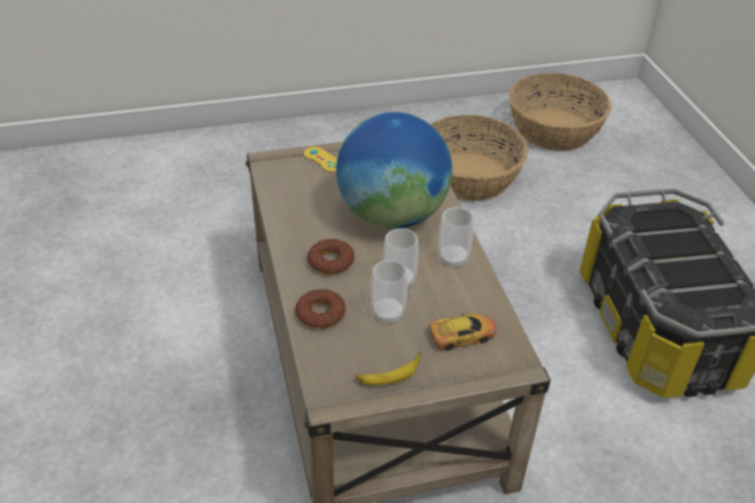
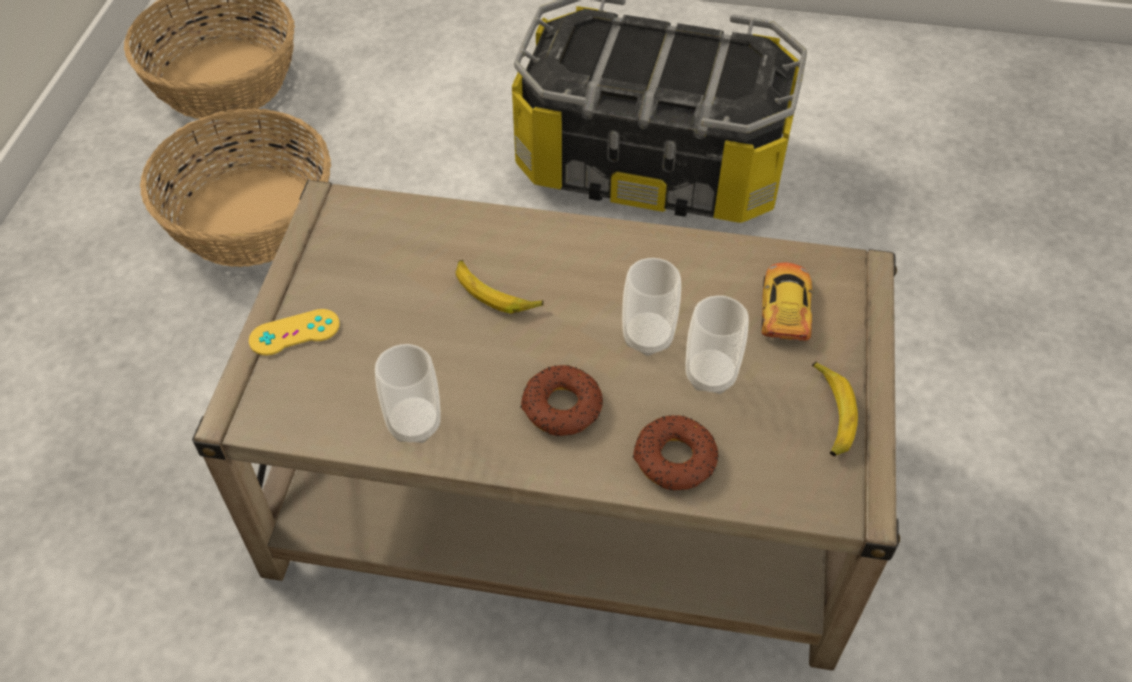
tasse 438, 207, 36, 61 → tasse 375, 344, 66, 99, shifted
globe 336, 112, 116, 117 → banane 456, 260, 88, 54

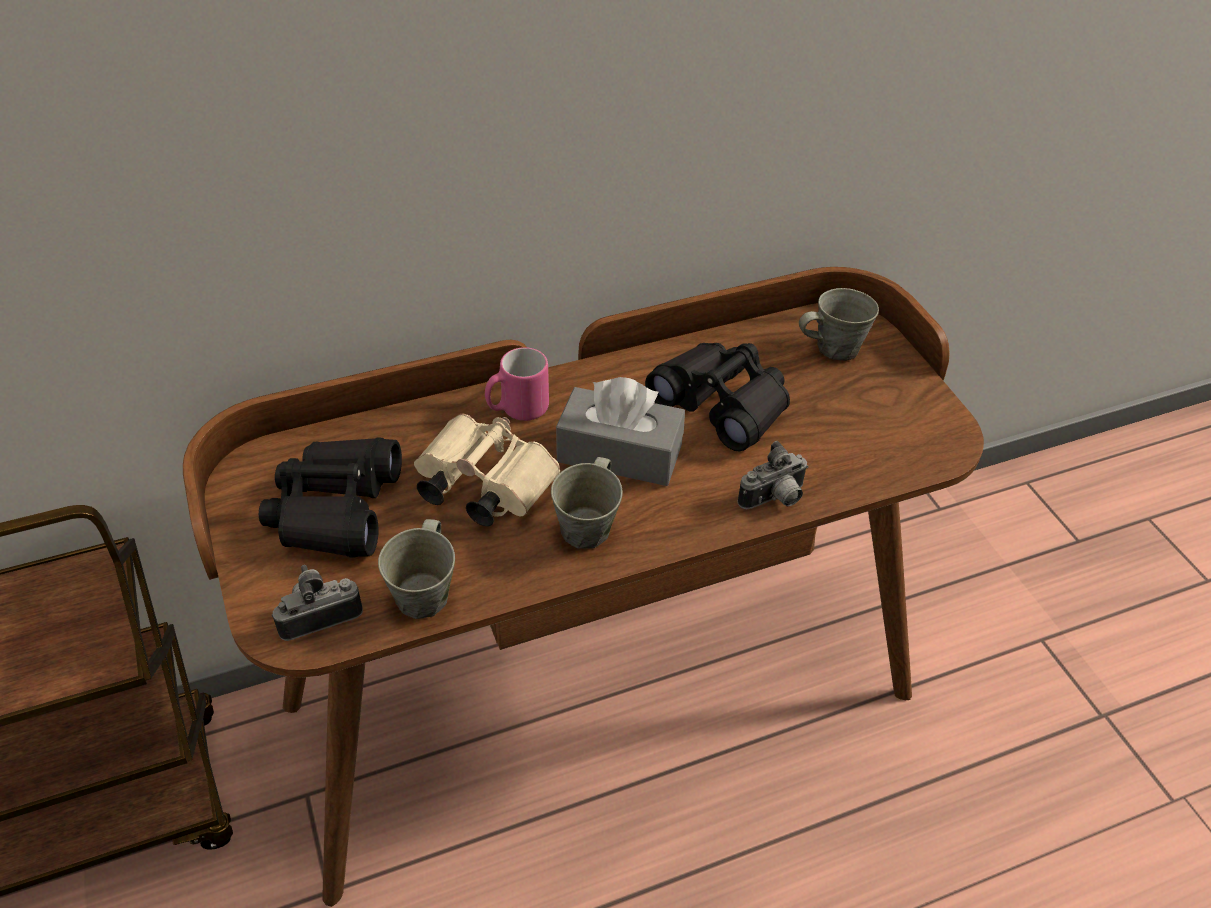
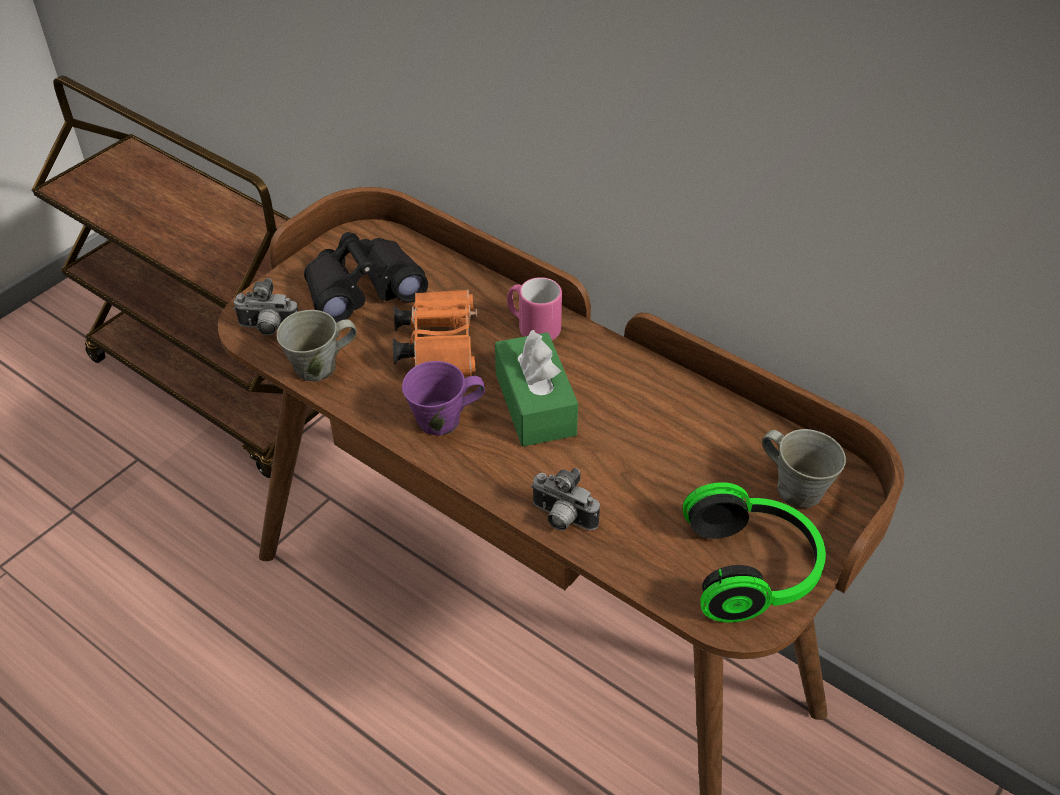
jumelles [noir] 645, 343, 145, 109 → -
- → casque audio 683, 482, 143, 140
jumelles [beige] 414, 413, 146, 113 → jumelles [orange] 393, 289, 84, 87
mug [gris] 551, 457, 72, 91 → mug [violet] 402, 361, 83, 75
boîte à mouchoirs [gris] 556, 377, 129, 109 → boîte à mouchoirs [vert] 495, 329, 83, 118
appareil photo 272, 565, 91, 76 → appareil photo 233, 278, 66, 57, 150 degrees clockwise

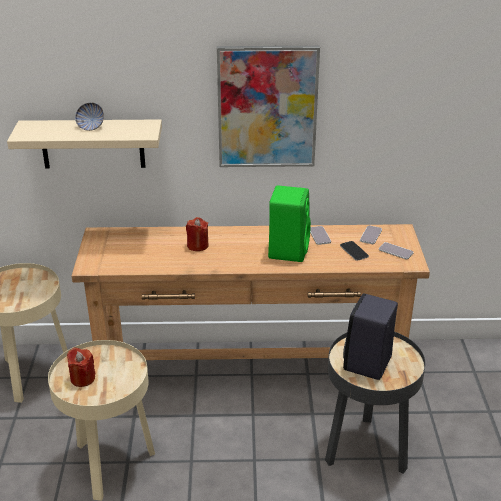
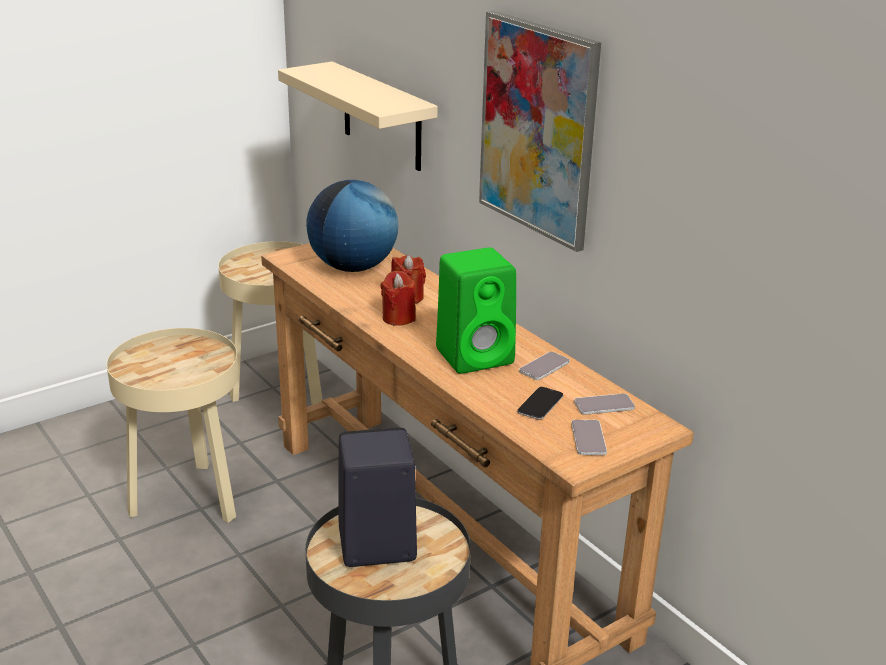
bol 75, 102, 29, 29 → -
- → globe 306, 180, 92, 92
bougie [rouge] 67, 348, 28, 39 → bougie [rouge] 381, 271, 35, 55, shifted

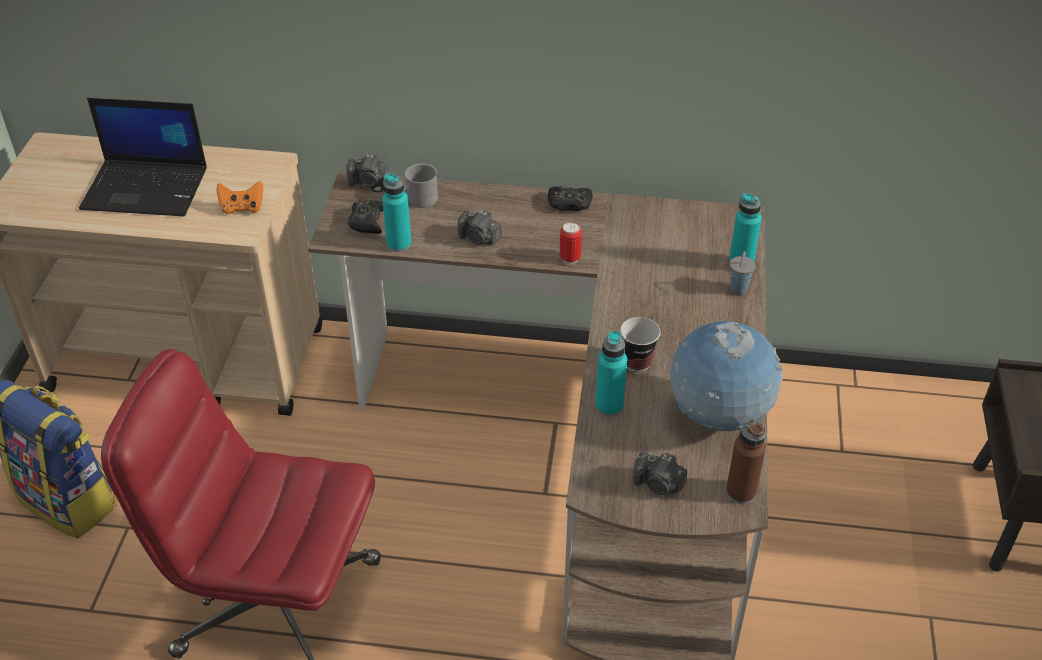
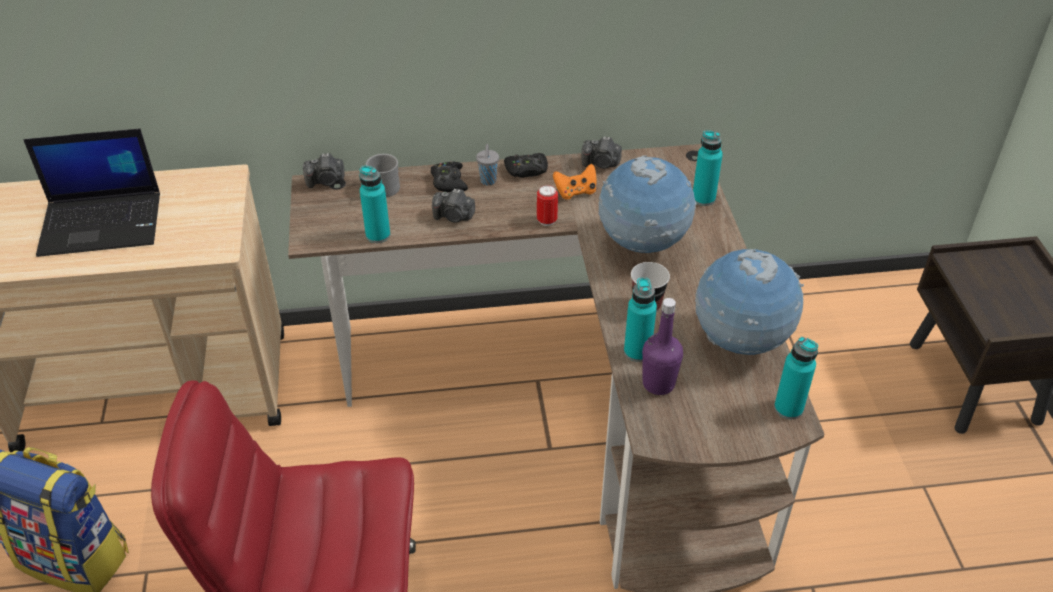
- → globe 599, 156, 97, 97
- → bouteille [violet] 642, 298, 41, 97
manette [orange] 216, 181, 47, 33 → manette [orange] 553, 163, 44, 37, shifted
manette [noir] 348, 201, 36, 33 → manette [noir] 431, 162, 37, 30, shifted
appareil photo 633, 452, 54, 43 → appareil photo 582, 136, 40, 33, shifted
tasse [gris] 729, 251, 26, 44 → tasse [gris] 476, 144, 23, 41, shifted
bouteille [marron] 726, 420, 40, 84 → bouteille [turquoise] 774, 337, 44, 82

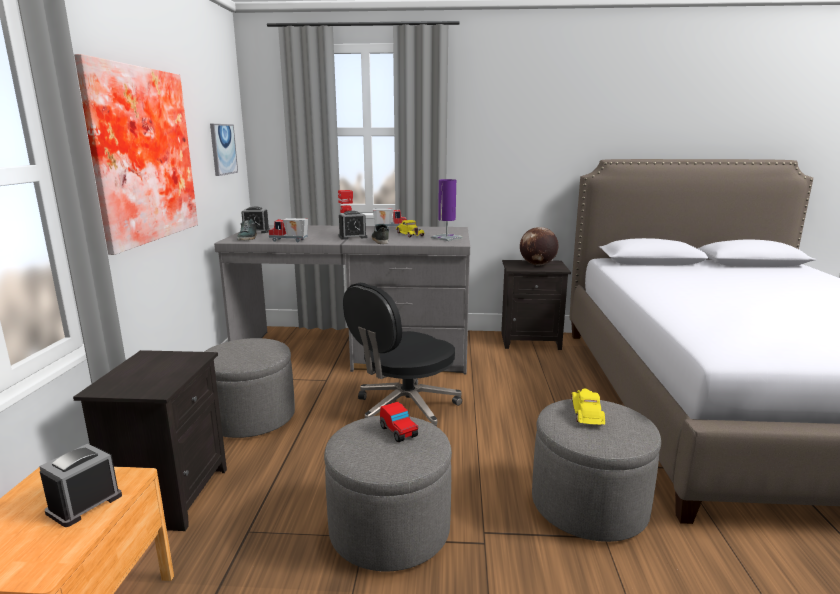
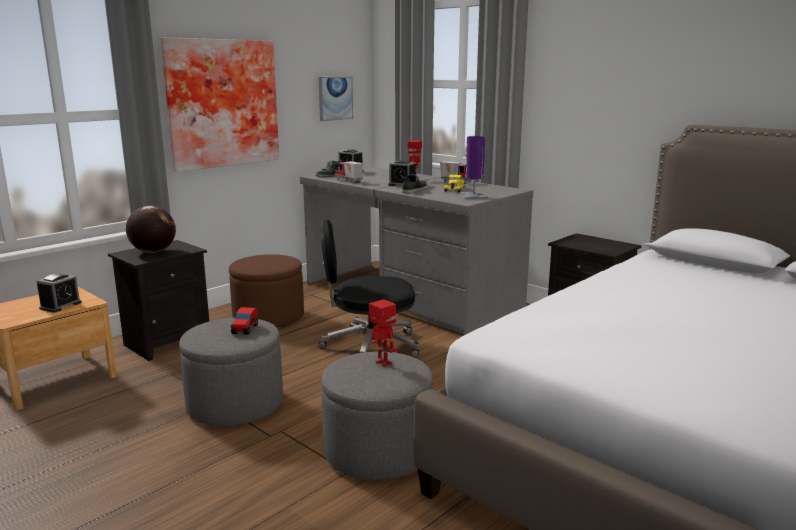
globe 520, 227, 38, 39 → globe 126, 206, 50, 47, shifted
petite voiture [jaune] 572, 388, 33, 37 → robot jouet 369, 299, 28, 68
pouf [gris] 204, 338, 91, 100 → pouf [marron] 229, 254, 75, 73
réveil 39, 444, 83, 83 → réveil 37, 273, 45, 40, 135 degrees clockwise

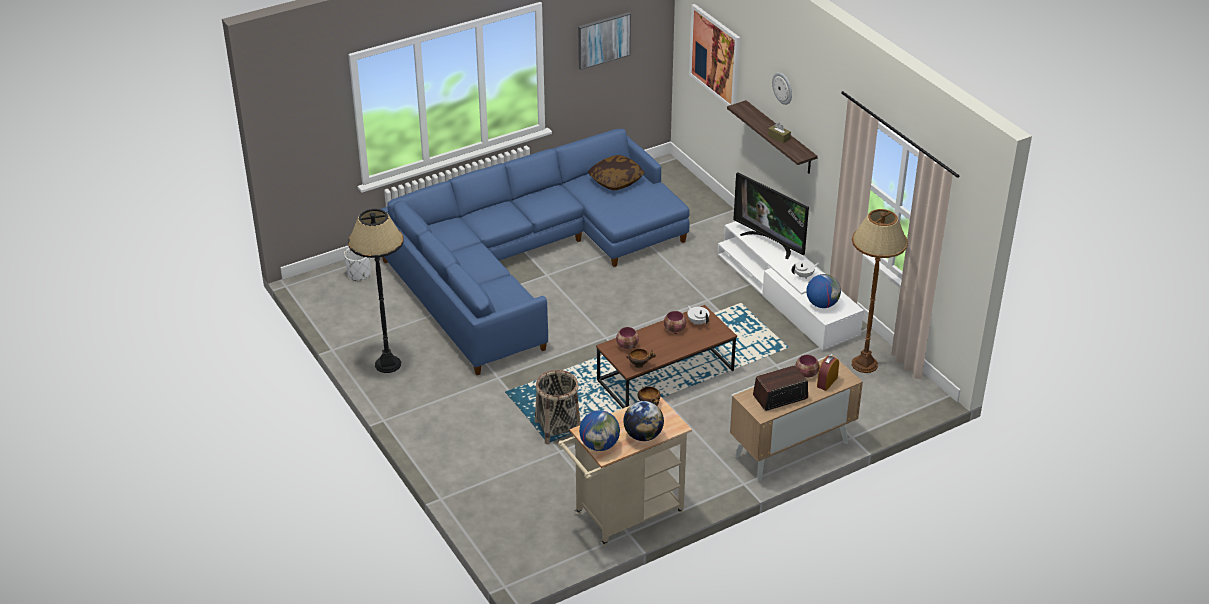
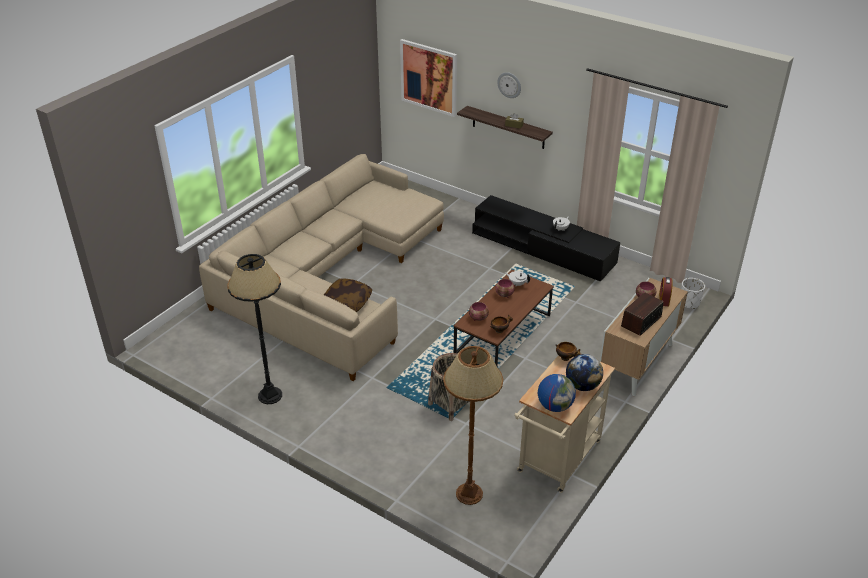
tableau 578, 12, 53, 58 → -
téléviseur 733, 173, 76, 86 → -
globe 806, 274, 35, 34 → -
cache-pot [blanc] 344, 248, 27, 33 → cache-pot [blanc] 681, 278, 24, 31, shifted
coussin 588, 155, 57, 35 → coussin 324, 278, 48, 34, shifted
lampadaire [marron] 852, 209, 56, 164 → lampadaire [marron] 443, 346, 60, 159, shifted
canapé [bleu] 381, 129, 309, 246 → canapé [beige] 199, 154, 245, 227
meuble télé [blanc] 717, 221, 147, 129 → meuble télé [noir] 472, 195, 148, 87

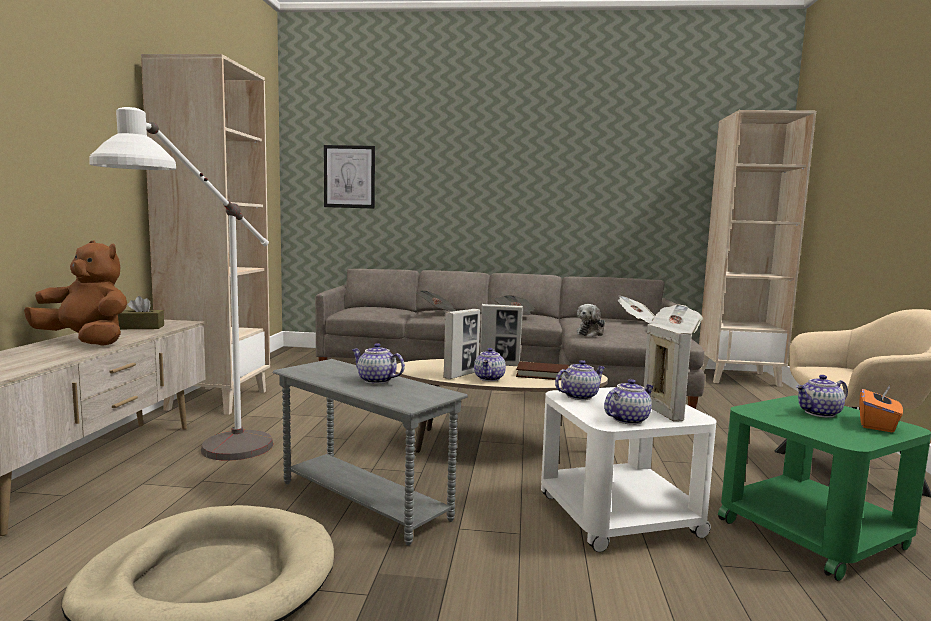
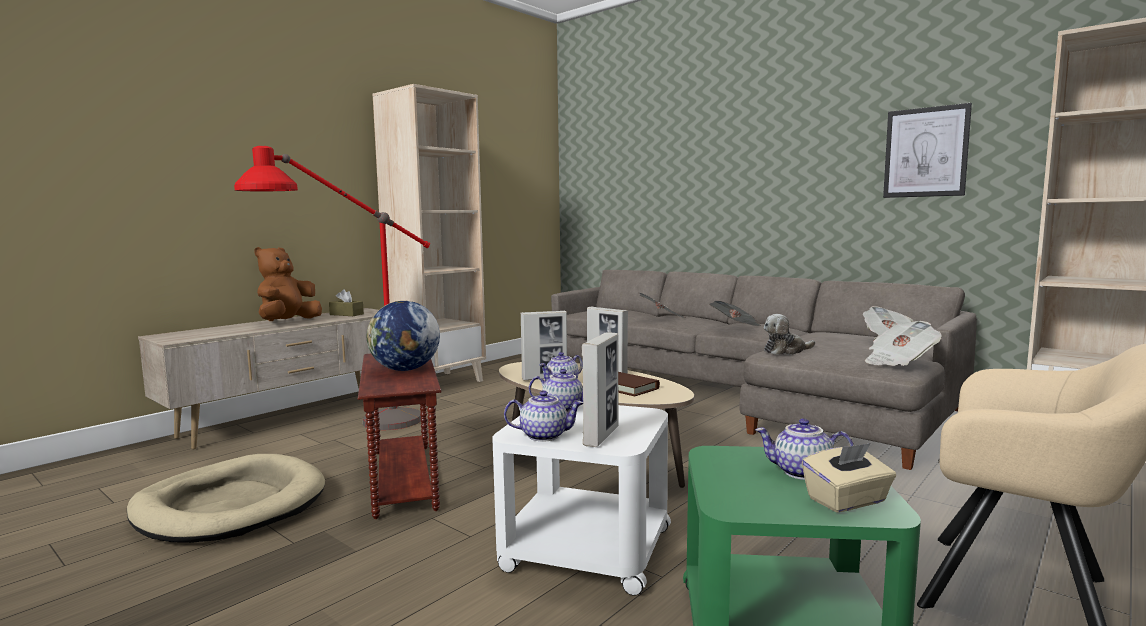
tableau 324, 145, 51, 64 → tableau 883, 103, 89, 95, shifted
théière 351, 343, 54, 41 → globe 367, 301, 73, 70
lampadaire [blanc] 89, 107, 184, 354 → lampadaire [rouge] 234, 146, 196, 284
table d'appoint [gris] 273, 359, 195, 187 → table d'appoint [marron] 358, 354, 84, 165
boîte à mouchoirs [orange] 859, 385, 44, 47 → boîte à mouchoirs [beige] 802, 443, 94, 70
peluche [marron] 24, 240, 103, 106 → peluche [marron] 254, 247, 68, 74, 120 degrees counterclockwise

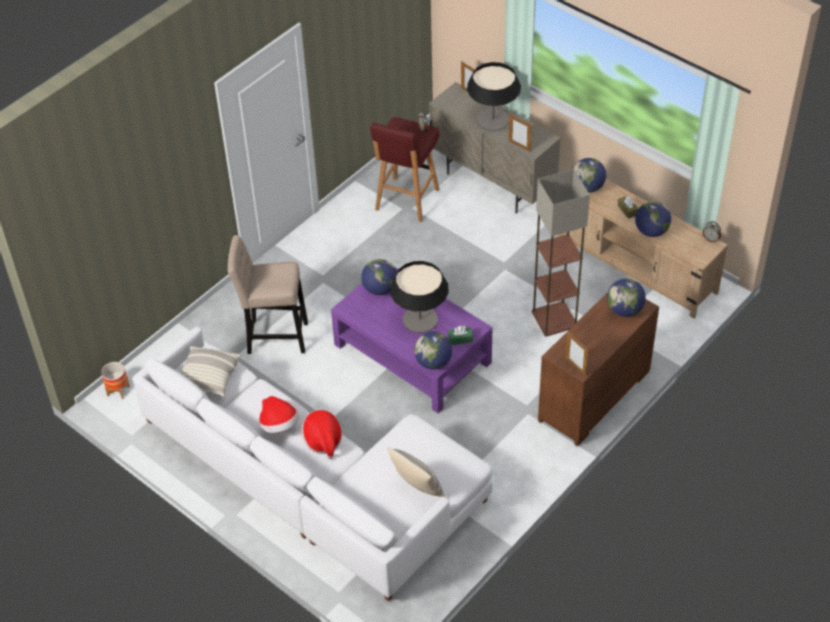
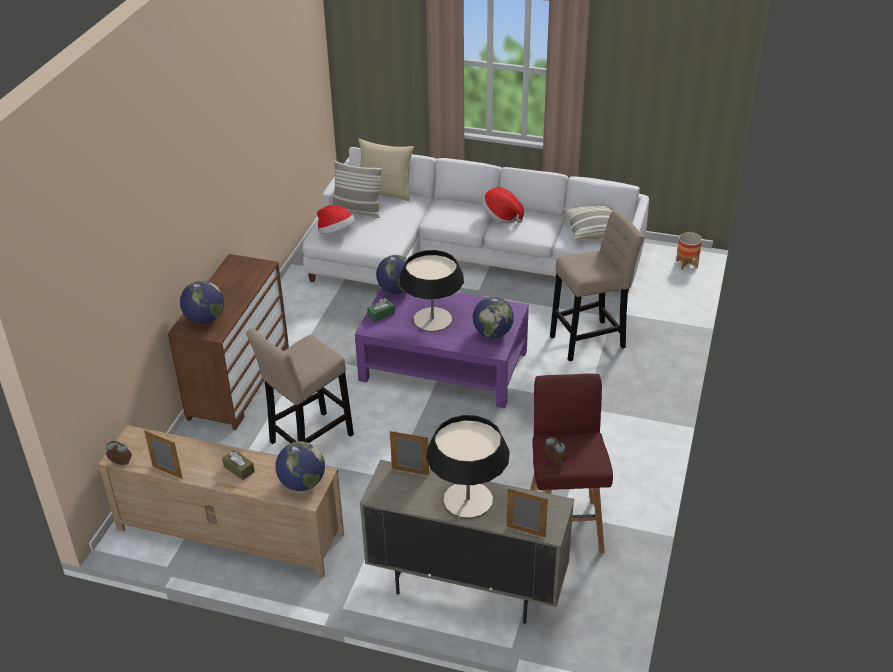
globe 635, 201, 36, 36 → -
- → coussin [beige] 358, 139, 56, 62
chapeau 301, 410, 41, 49 → chapeau 317, 205, 38, 29, shifted
cadre photo 565, 332, 24, 44 → cadre photo 144, 430, 39, 49, shifted
lampadaire 532, 169, 58, 168 → tabouret [beige] 246, 328, 108, 116

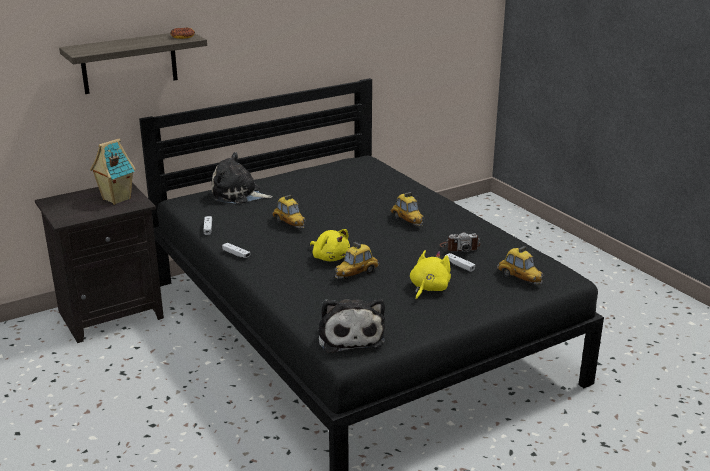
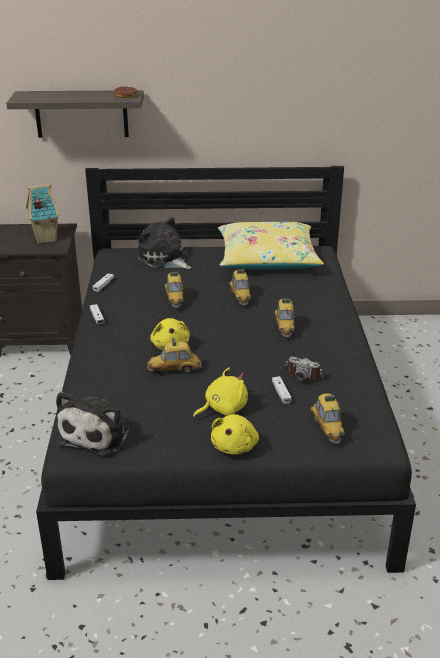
- → peluche [jaune] 211, 414, 48, 41
- → coussin [jaune] 218, 222, 106, 47
- → petite voiture 229, 269, 22, 36

